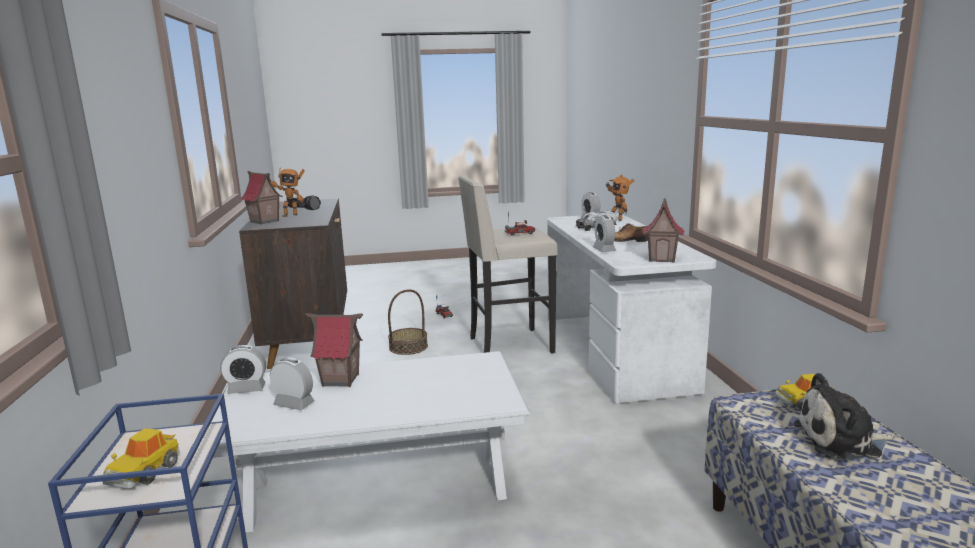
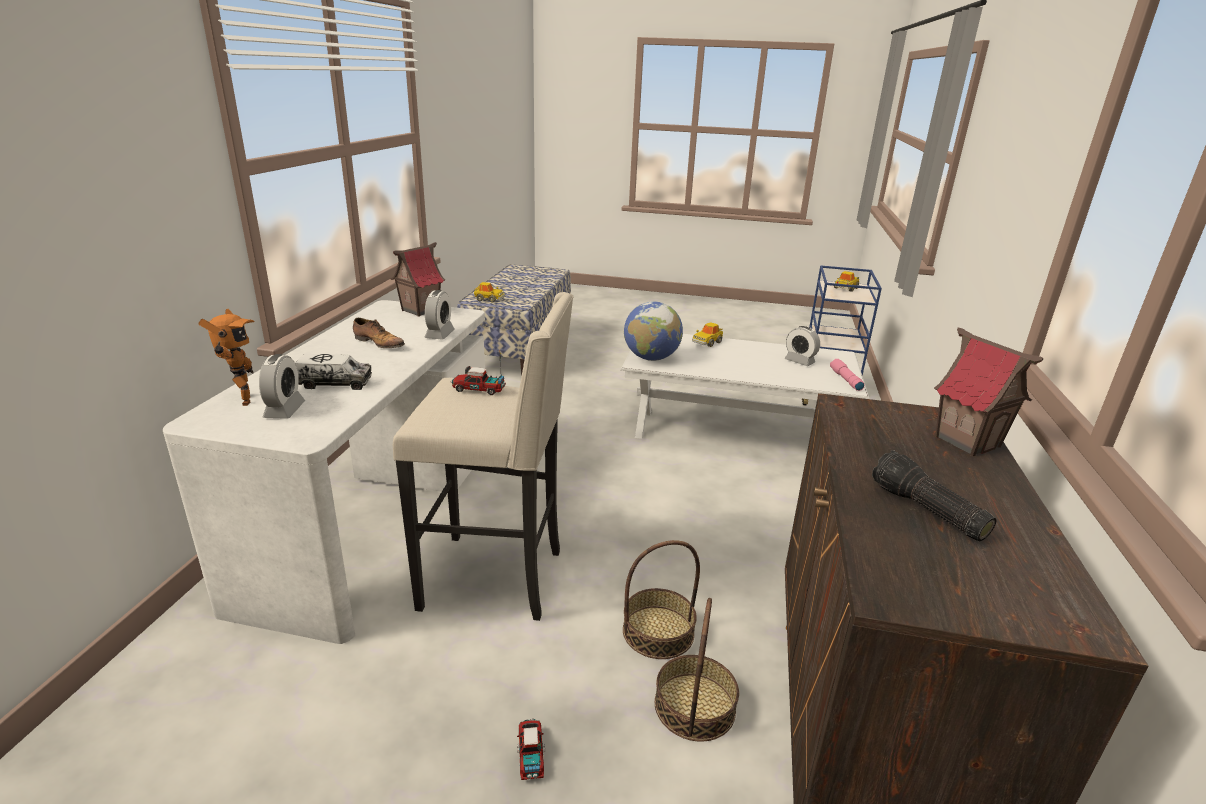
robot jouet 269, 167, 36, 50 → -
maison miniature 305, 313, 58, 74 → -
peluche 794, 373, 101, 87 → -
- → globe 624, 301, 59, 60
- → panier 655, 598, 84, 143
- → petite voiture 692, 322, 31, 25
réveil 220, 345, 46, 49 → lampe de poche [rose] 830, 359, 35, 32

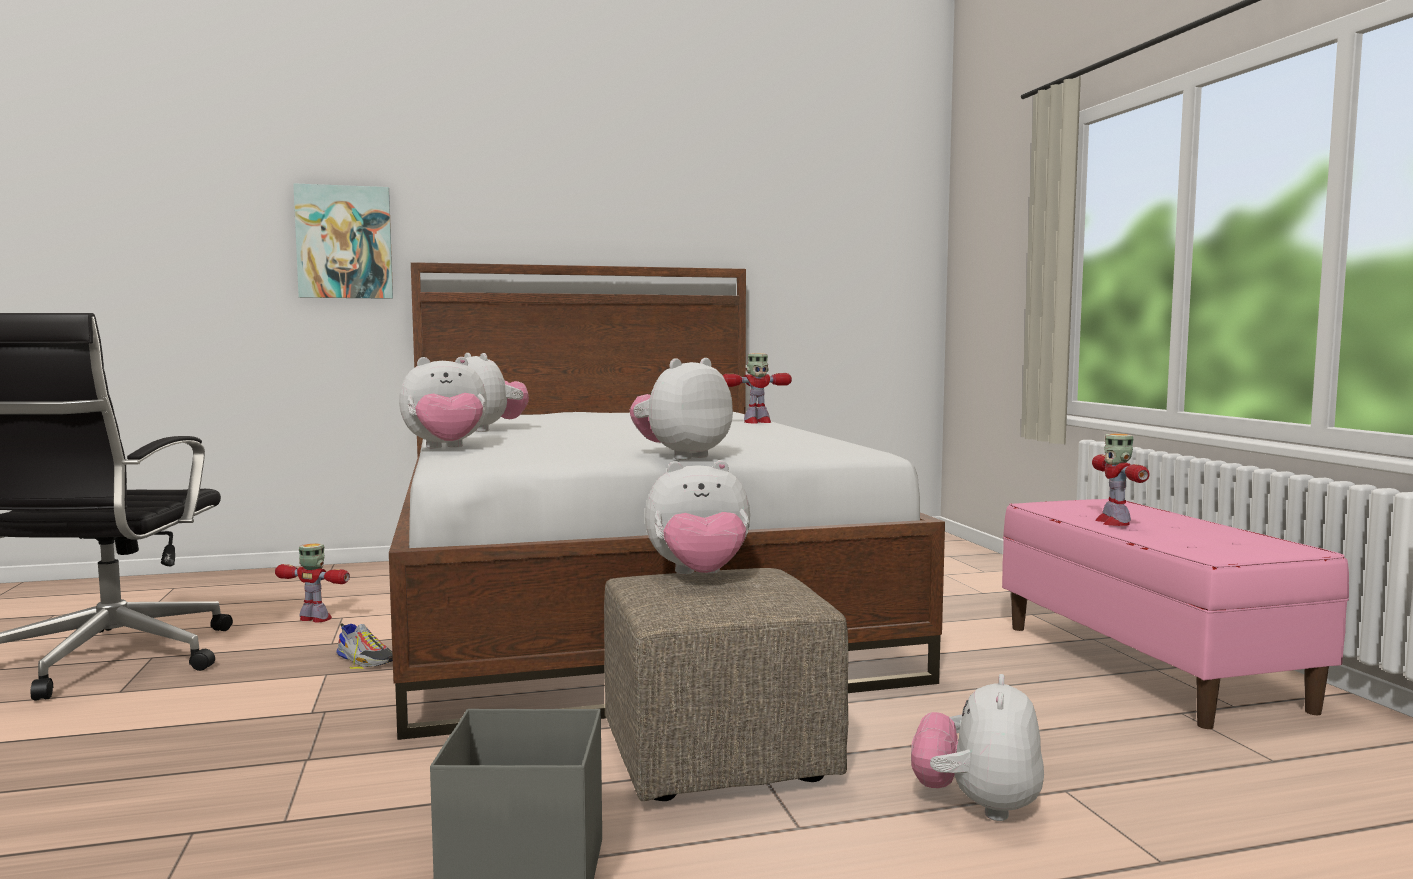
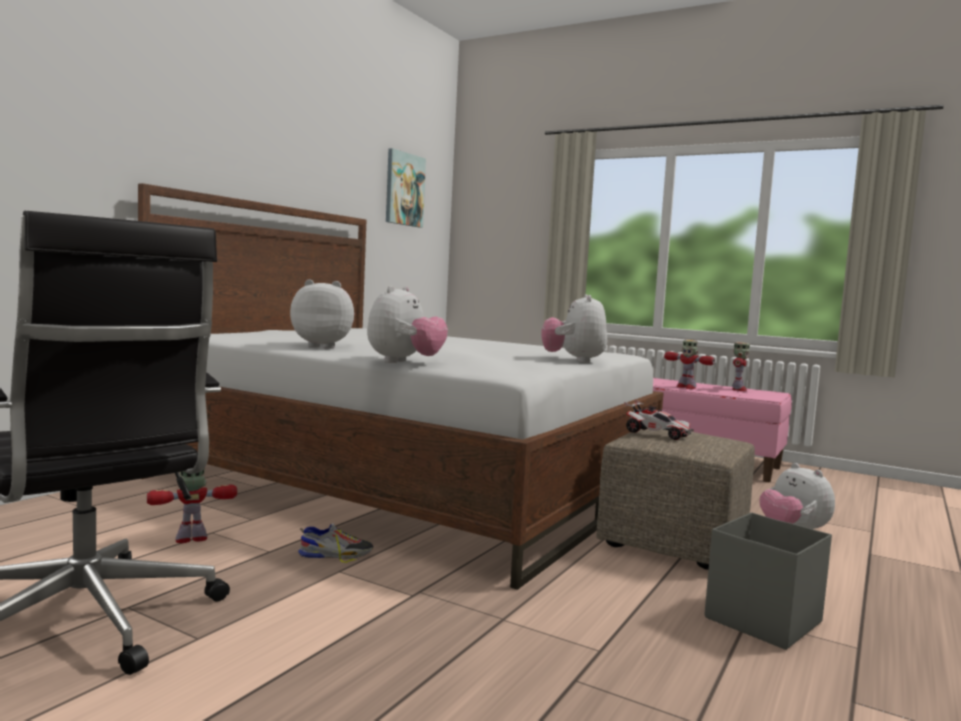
tableau 293, 183, 100, 116 → tableau 386, 148, 40, 79, shifted
robot jouet 722, 353, 70, 71 → robot jouet 732, 342, 18, 49, shifted
peluche 645, 460, 105, 114 → petite voiture 624, 400, 70, 40

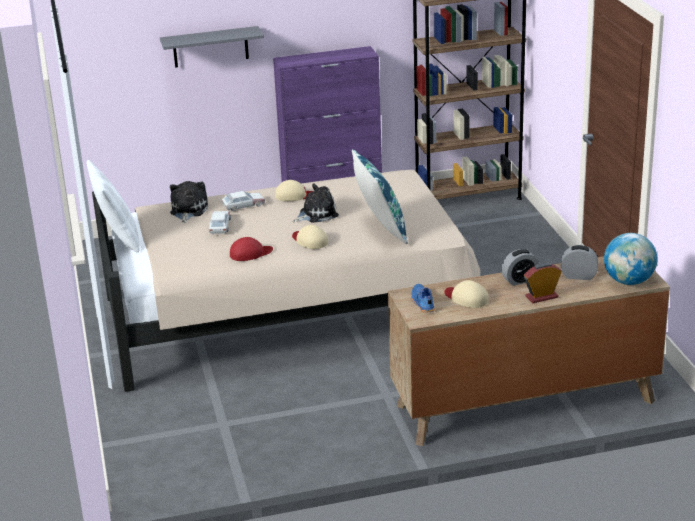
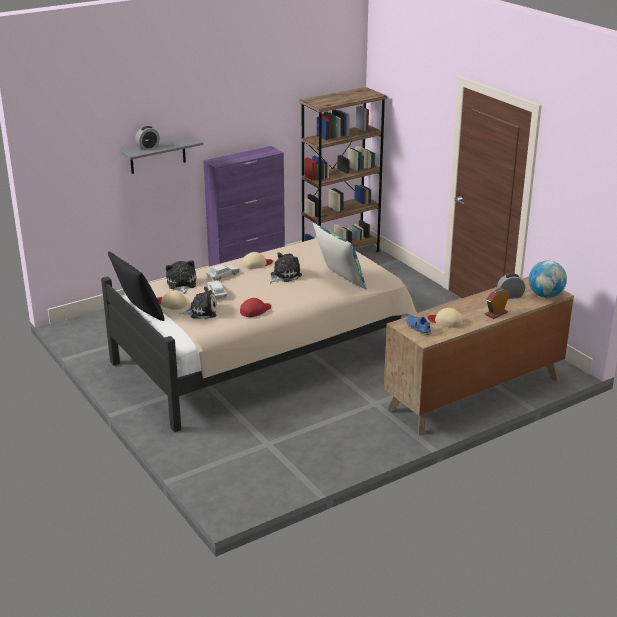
- → peluche 179, 286, 38, 33
casquette [beige] 292, 225, 36, 24 → casquette [beige] 157, 291, 30, 19, shifted
réveil 501, 249, 38, 37 → réveil 135, 126, 25, 24, shifted
coussin [blanc] 87, 160, 52, 93 → coussin [noir] 108, 252, 57, 69

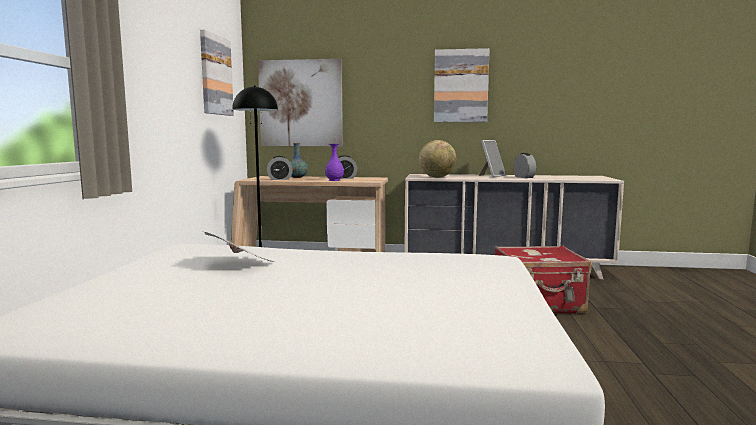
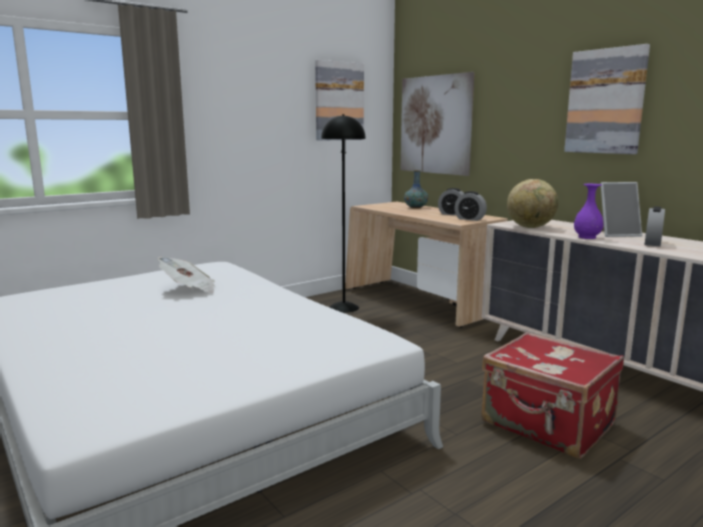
réveil 267, 156, 26, 24 → réveil 454, 191, 33, 30, shifted
vase [violet] 325, 144, 19, 37 → vase [violet] 574, 184, 29, 55, shifted

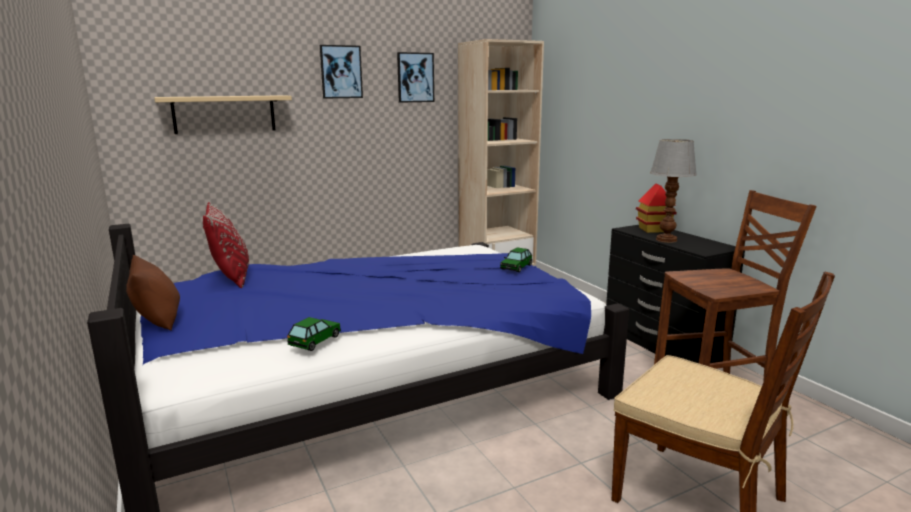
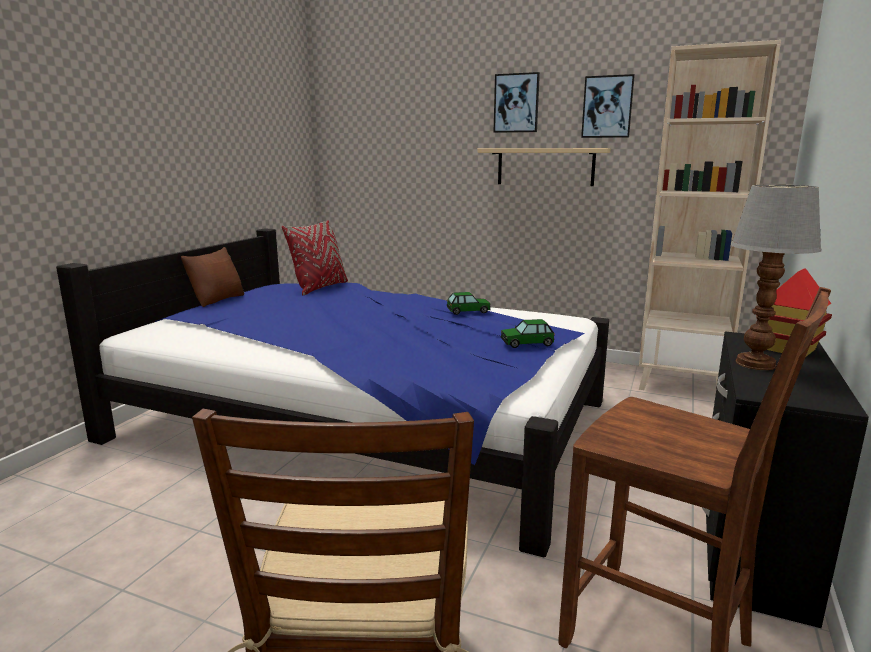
étagère [beige] 154, 95, 138, 39 → étagère [beige] 478, 148, 133, 38, shifted
petite voiture 287, 317, 54, 34 → petite voiture 447, 292, 44, 23, shifted

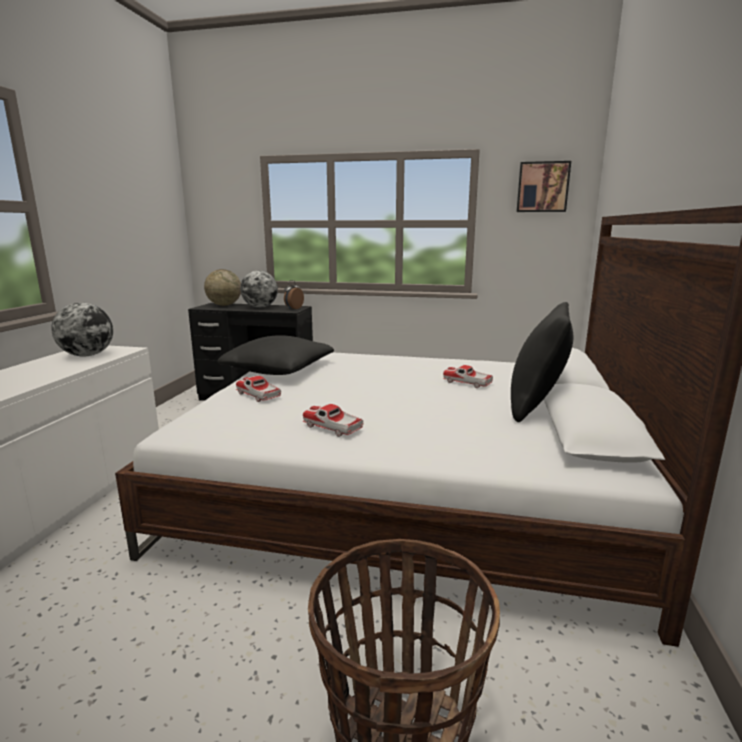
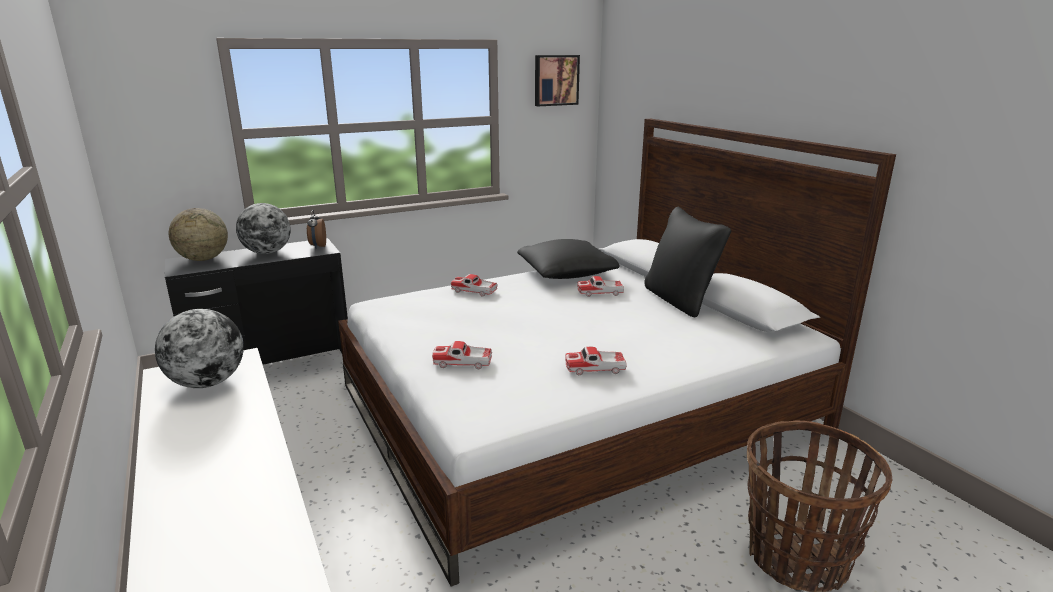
- → petite voiture 451, 274, 47, 23
coussin [noir] 217, 335, 117, 40 → coussin [noir] 517, 239, 103, 40, shifted

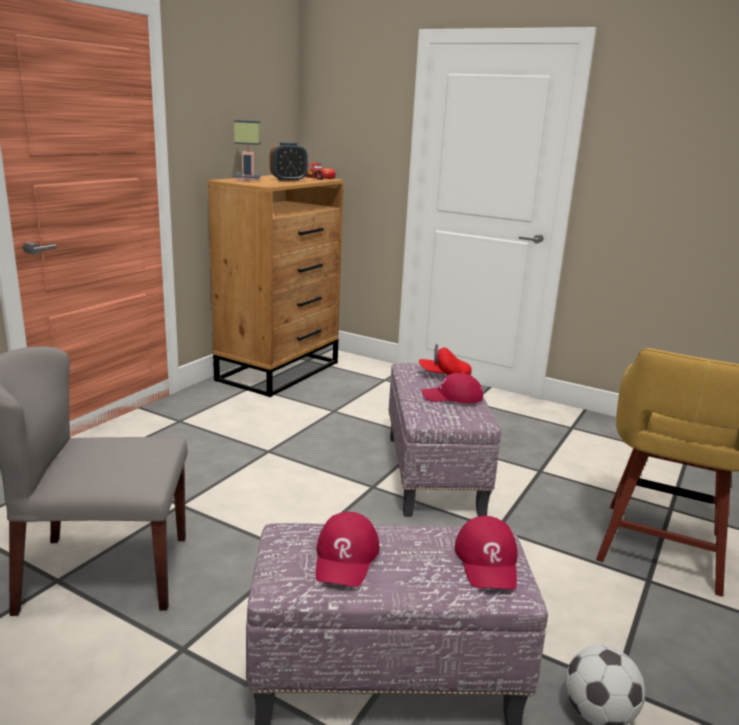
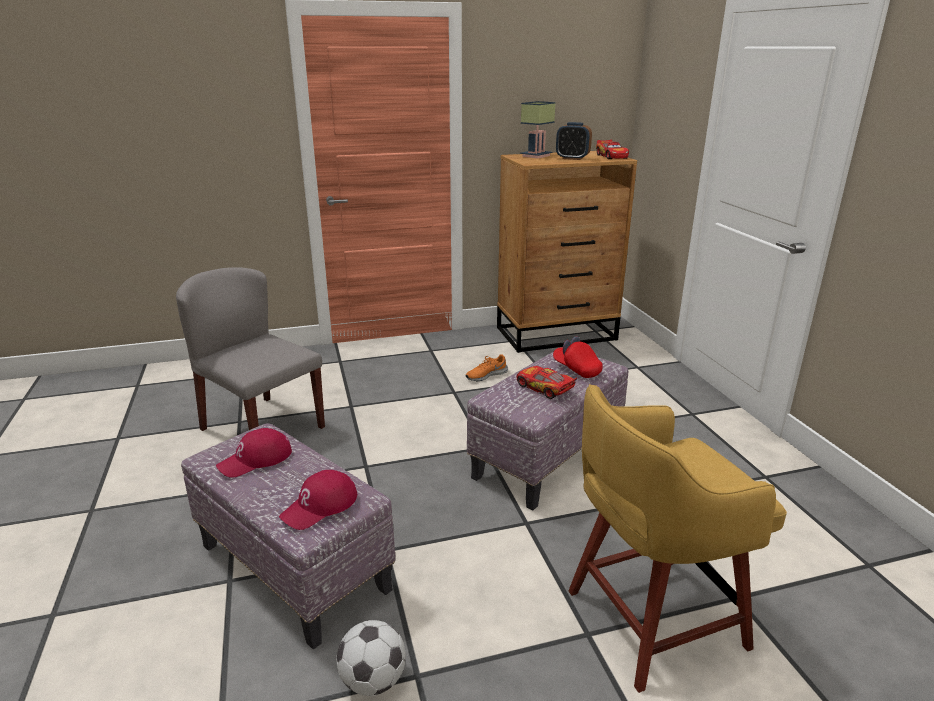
- → chaussure [orange] 466, 354, 42, 28
casquette [rouge] 421, 373, 62, 30 → petite voiture 517, 366, 60, 33

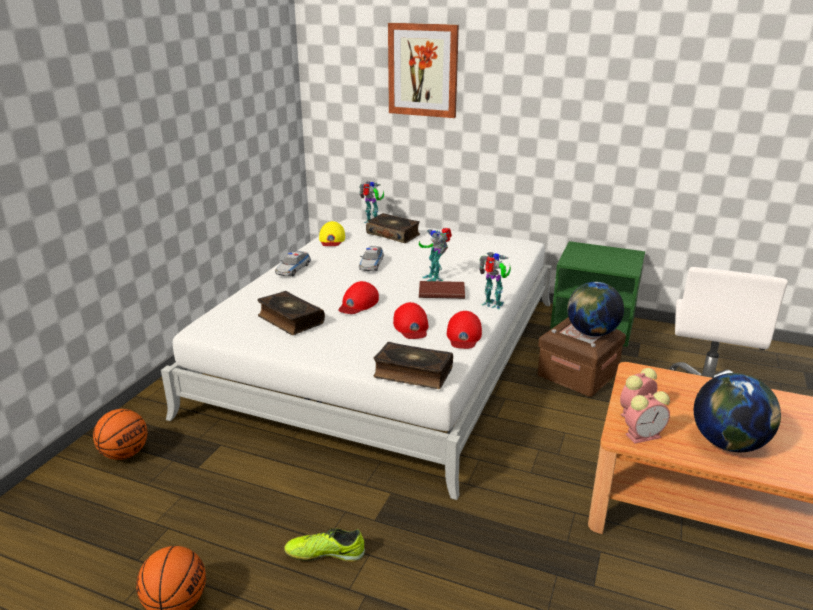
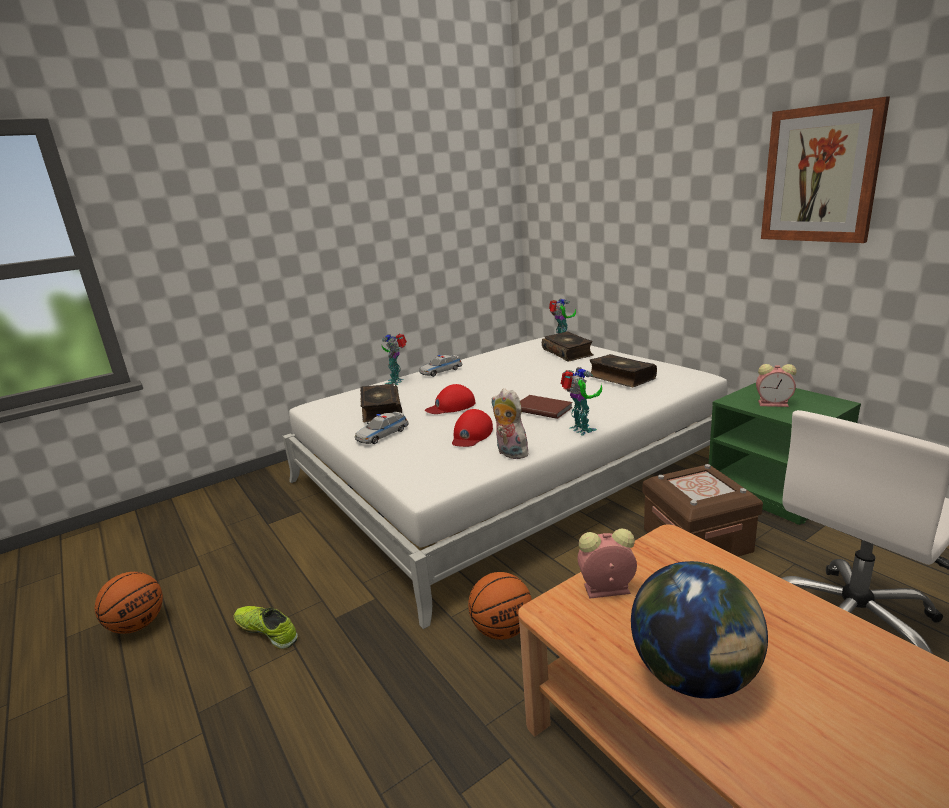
casquette [jaune] 319, 221, 26, 25 → -
globe 567, 282, 57, 54 → -
ballon de basket 93, 409, 54, 51 → ballon de basket 468, 572, 64, 68, shifted
petite voiture 359, 246, 25, 25 → petite voiture 355, 412, 54, 32, shifted
livre 373, 342, 80, 47 → livre 589, 354, 68, 33, shifted
tableau 388, 23, 71, 95 → tableau 761, 97, 129, 146, shifted
robot jouet 419, 228, 33, 53 → robot jouet 381, 333, 26, 52, shifted
réveil 625, 391, 45, 53 → réveil 756, 364, 41, 43, shifted
casquette [rouge] 447, 311, 35, 38 → peluche 492, 388, 36, 71

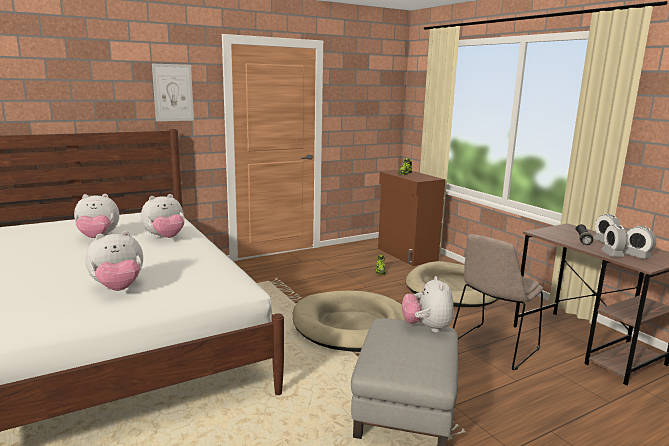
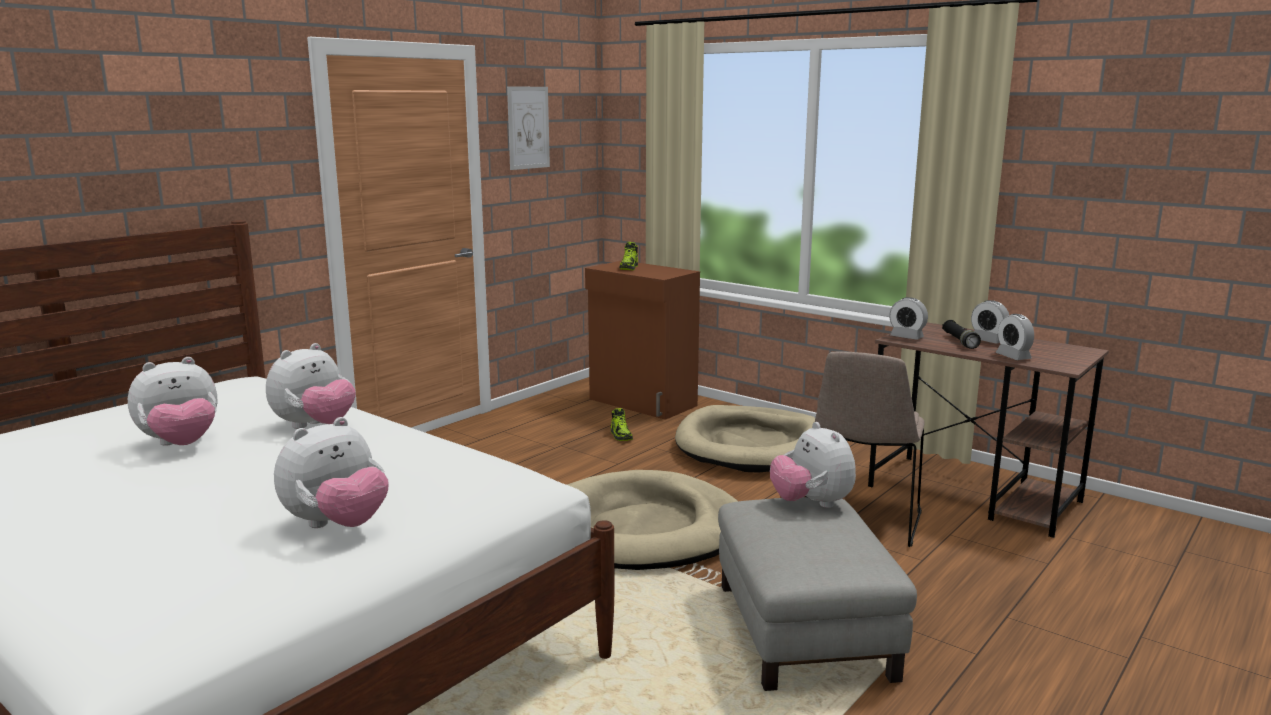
tableau 152, 64, 42, 57 → tableau 507, 86, 43, 84, shifted
réveil 623, 226, 33, 33 → réveil 889, 297, 39, 43, shifted

